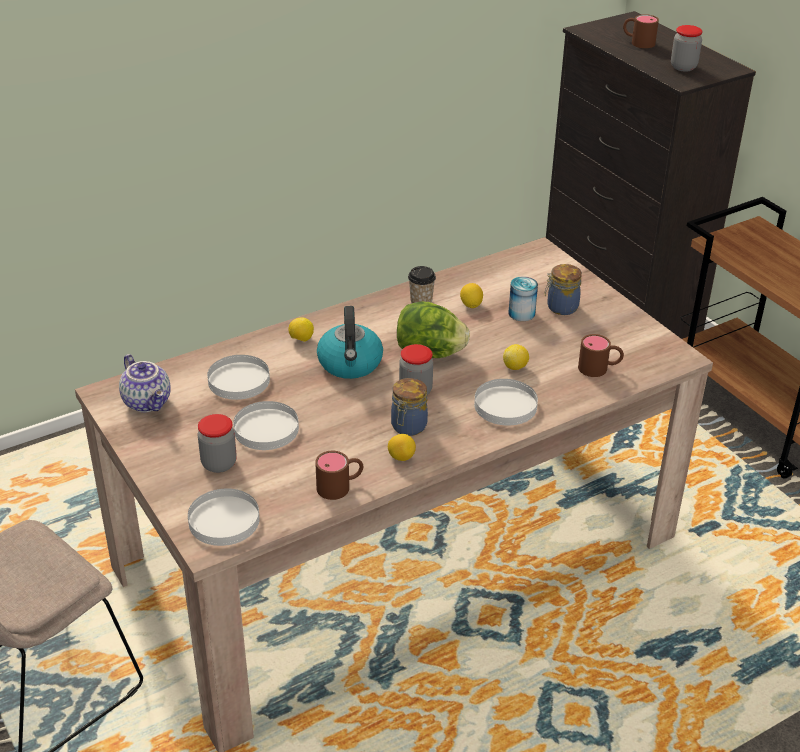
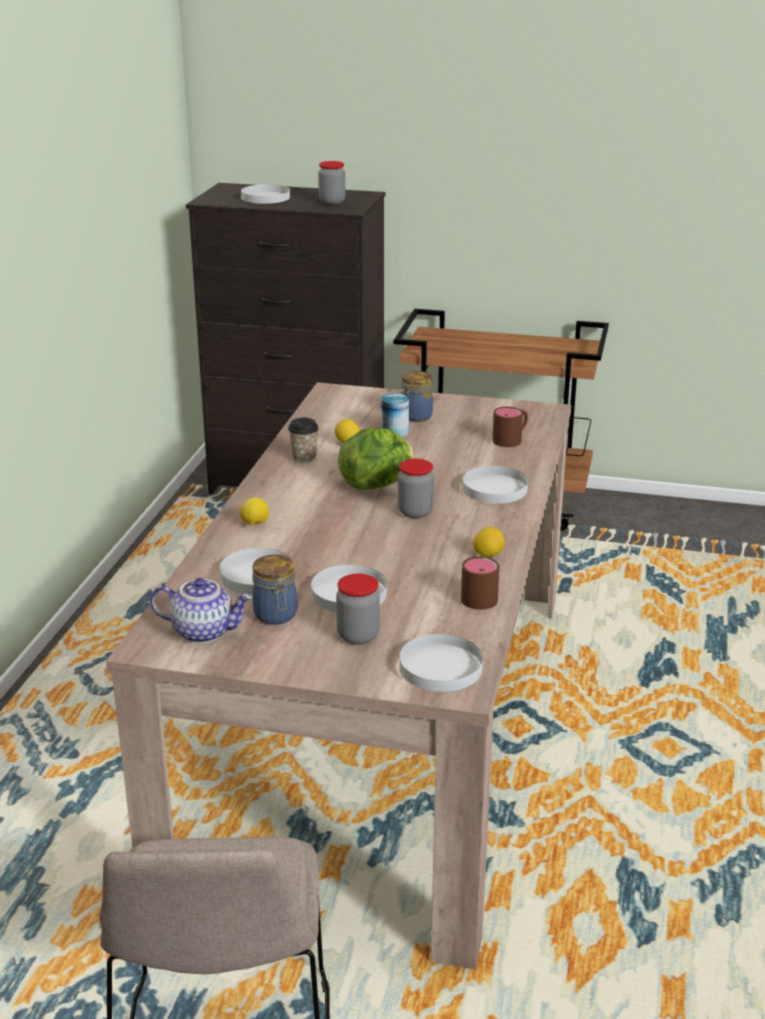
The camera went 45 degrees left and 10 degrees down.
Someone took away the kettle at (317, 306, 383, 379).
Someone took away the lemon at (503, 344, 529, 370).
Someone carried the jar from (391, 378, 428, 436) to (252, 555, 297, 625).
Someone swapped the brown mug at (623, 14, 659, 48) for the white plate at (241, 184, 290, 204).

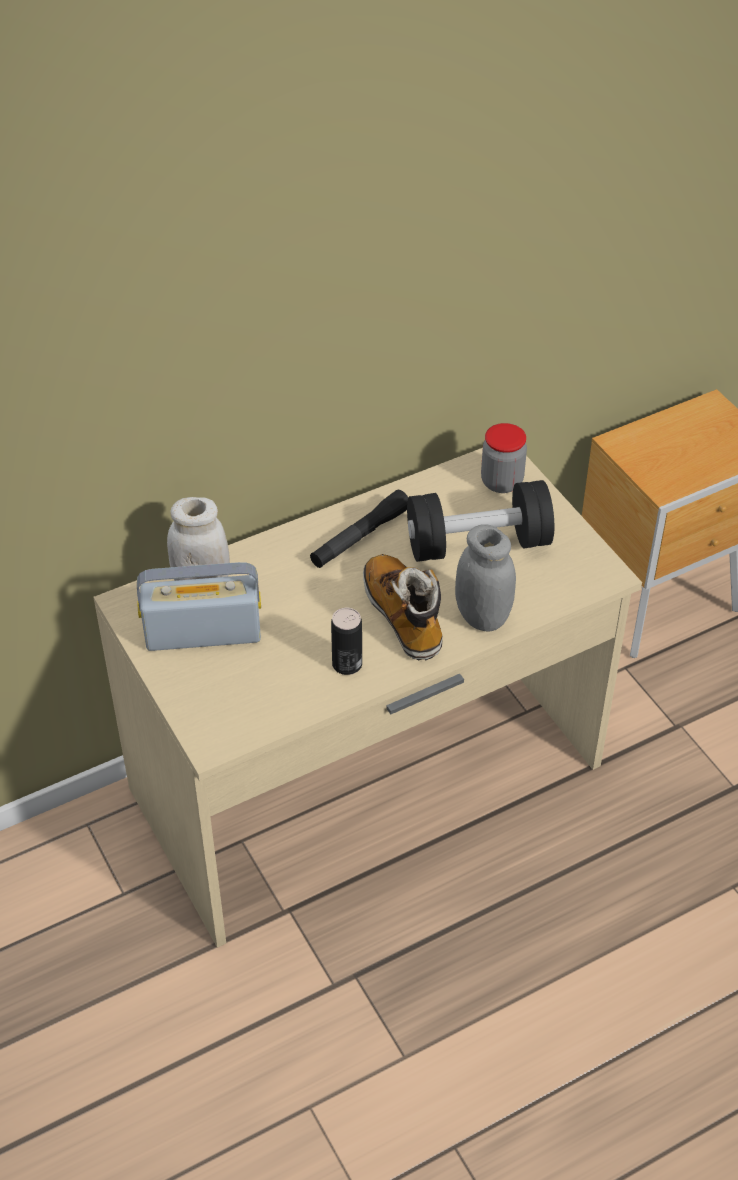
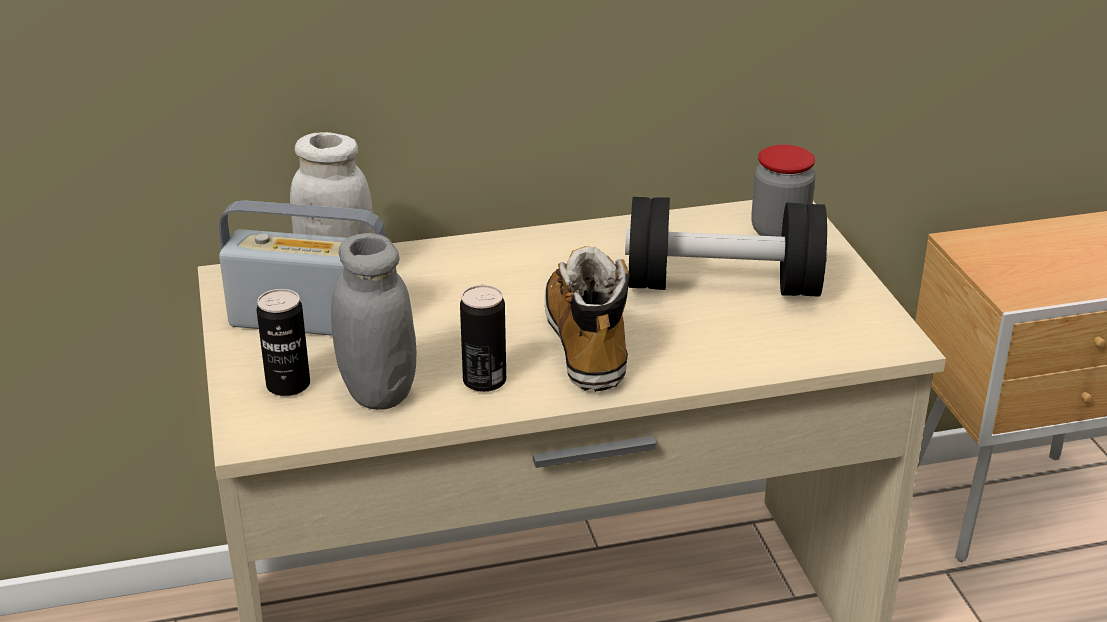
The camera went 15 degrees right and 15 degrees down.
Someone took away the black flashlight at (310, 490, 408, 568).
Someone put down the can at (257, 289, 310, 396).
Someone carried the grey jar from (455, 524, 516, 631) to (331, 233, 416, 410).

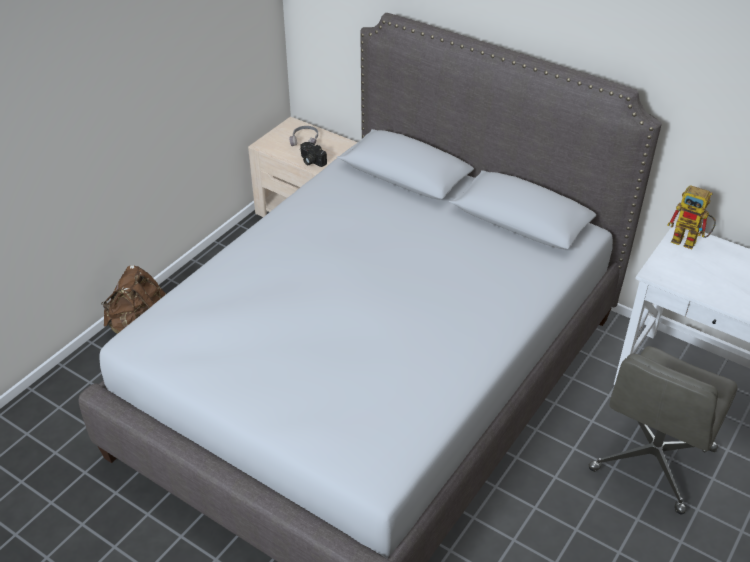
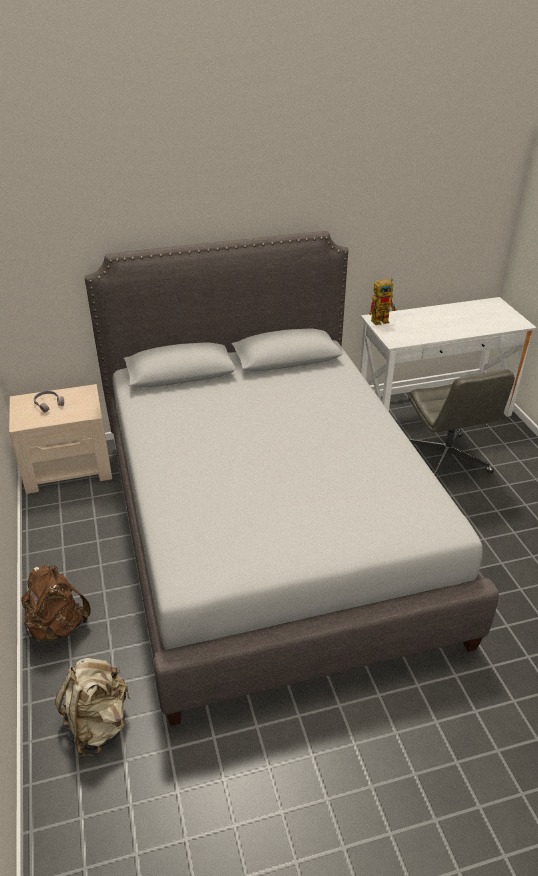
The camera went 50 degrees left and 5 degrees down.
Someone took away the photo camera at (300, 142, 327, 167).
Someone put down the beige backpack at (55, 658, 130, 756).

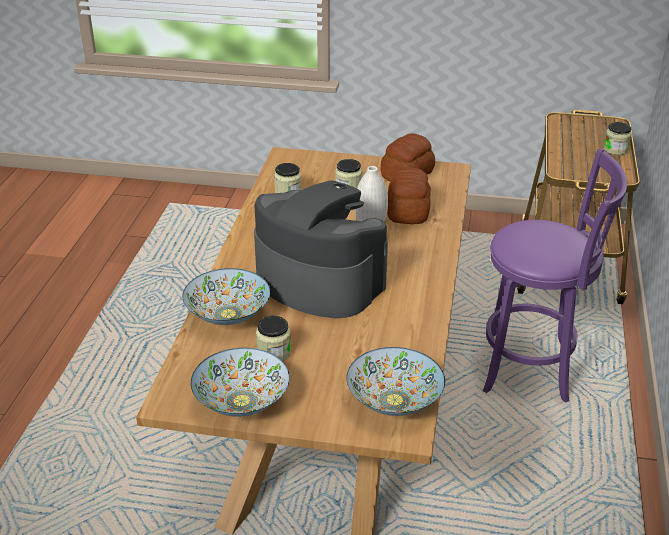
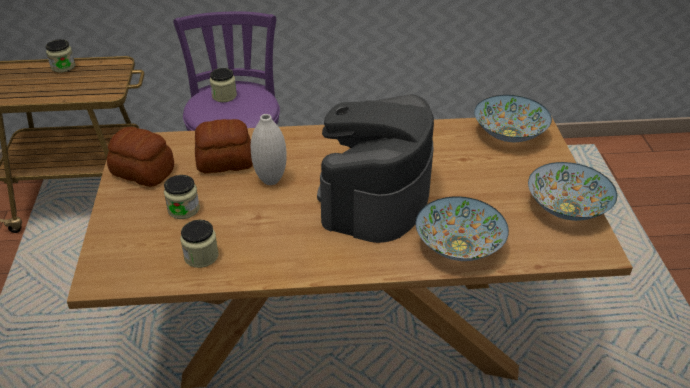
The camera went 105 degrees left and 5 degrees up.
Someone carried the jar from (256, 316, 291, 361) to (210, 68, 237, 102).

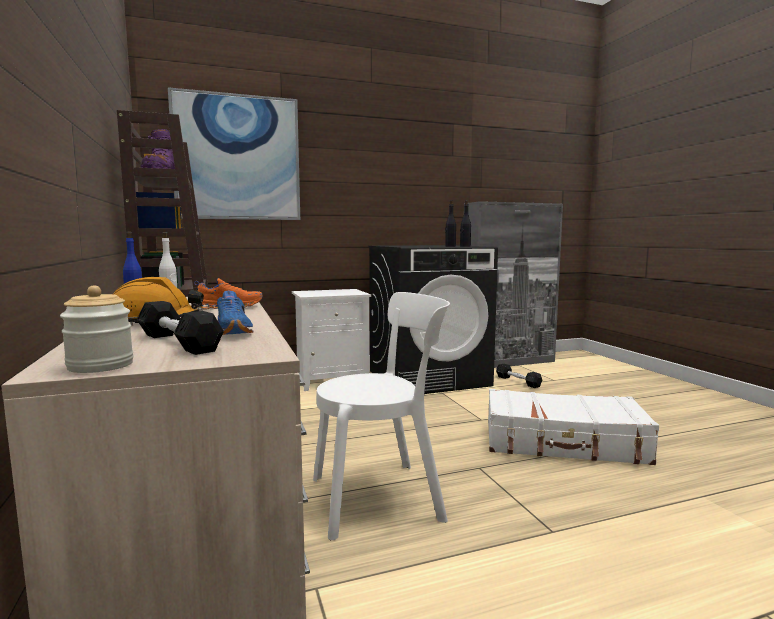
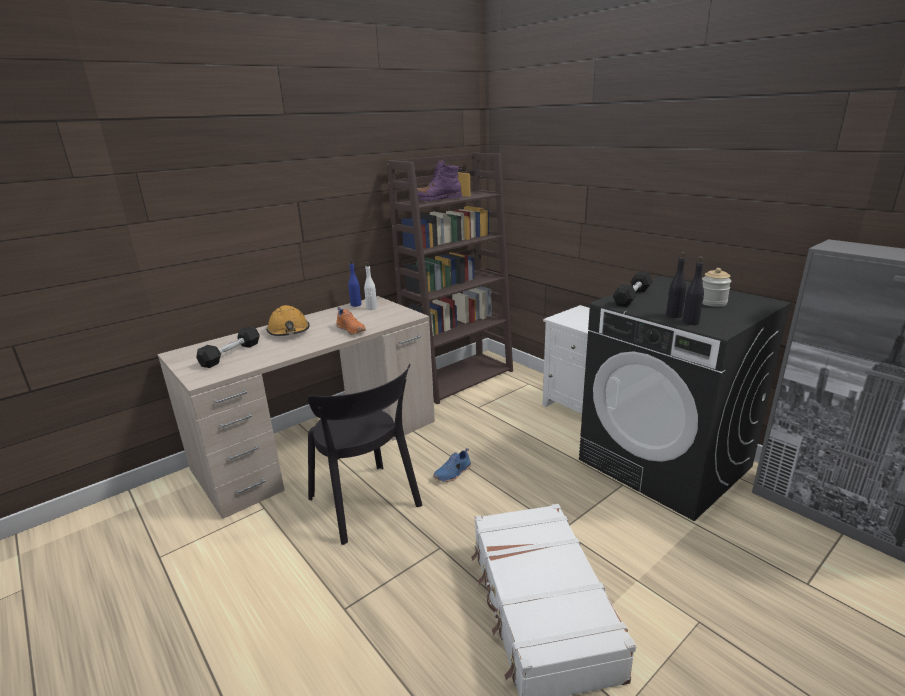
The camera went 70 degrees right and 15 degrees up.
Someone took away the picture at (168, 87, 300, 220).
Someone carried the jar from (60, 286, 134, 373) to (702, 268, 732, 307).
Someone carried the blue shoe from (217, 291, 254, 335) to (433, 448, 471, 482).
Someone carried the black dumbbell from (496, 364, 542, 388) to (613, 271, 653, 307).
Someone repainted the white chair at (313, 292, 450, 540), which became the black chair at (308, 364, 422, 545).

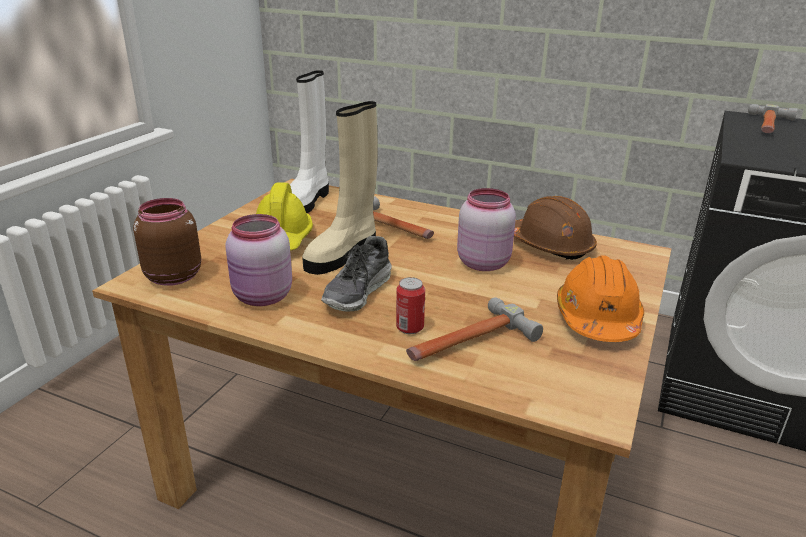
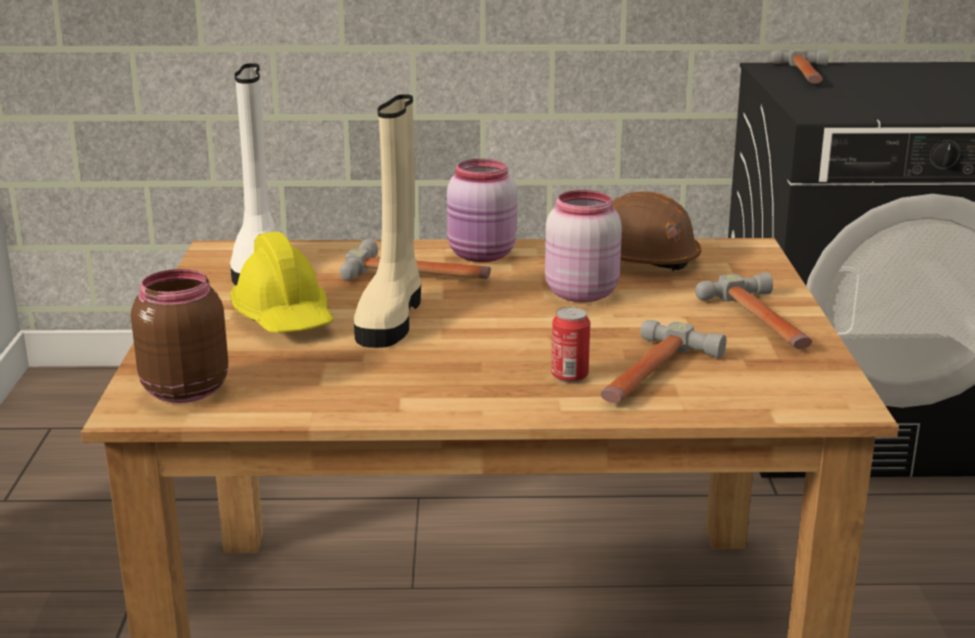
The camera went 25 degrees left and 5 degrees down.
Someone took away the shoe at (321, 236, 392, 311).
Someone carried the pink jar from (225, 214, 292, 306) to (447, 159, 517, 262).
Someone swapped the orange hard hat at (557, 255, 644, 342) for the hammer at (695, 272, 812, 349).

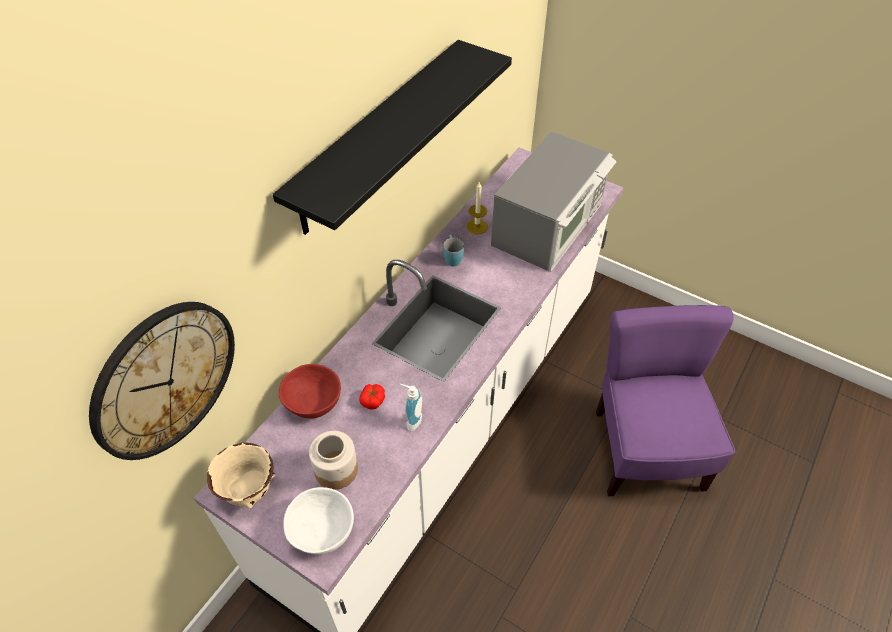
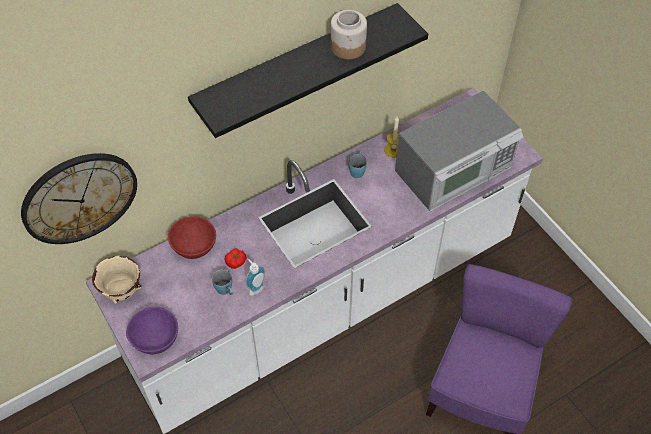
The camera went 25 degrees right and 5 degrees up.
Someone put down the blue mug at (212, 269, 233, 295).
Someone carried the jar from (309, 431, 358, 490) to (331, 10, 367, 59).
Someone repainted the white bowl at (283, 487, 354, 555), which became the purple bowl at (126, 307, 178, 354).

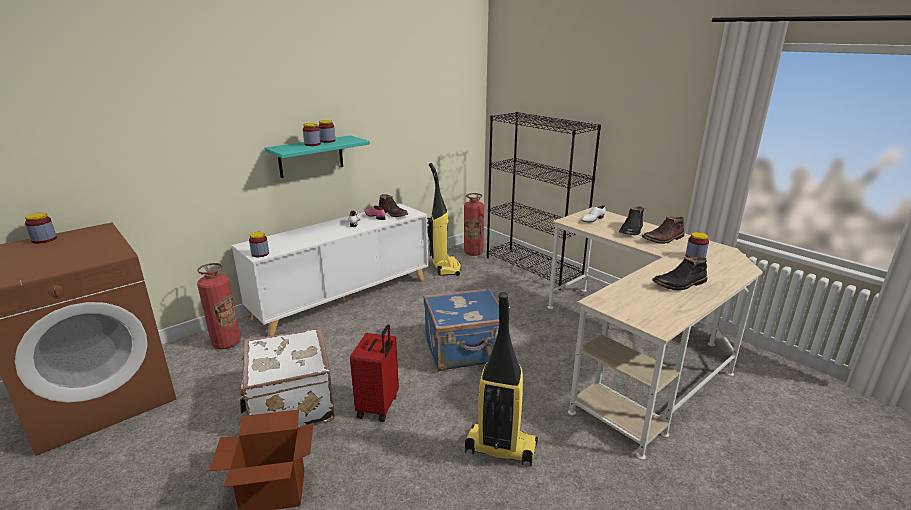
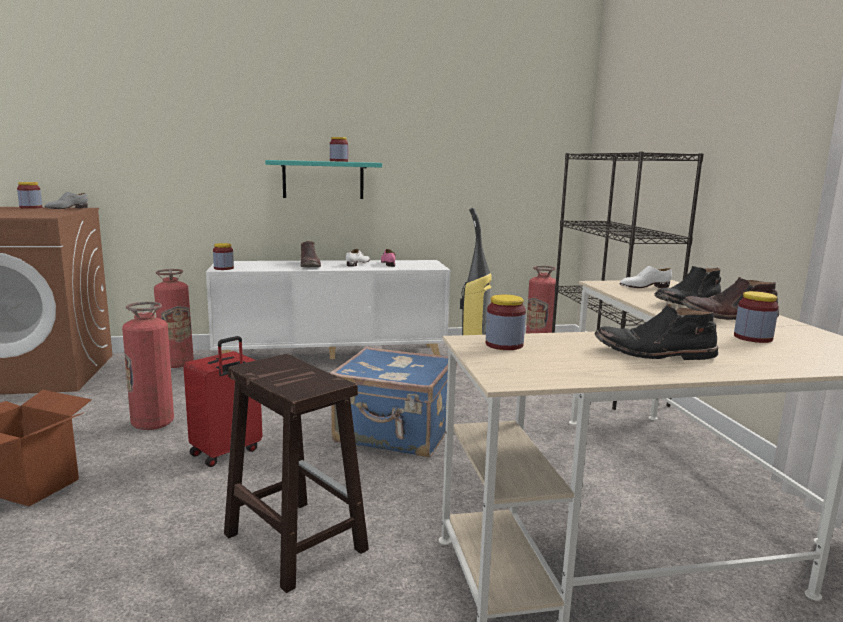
The camera went 30 degrees right and 10 degrees down.
Someone put down the grey shoe at (45, 192, 88, 209).
Someone carried the jar from (303, 123, 321, 146) to (486, 295, 526, 350).
Someone carried the brown boot from (378, 194, 408, 217) to (300, 241, 321, 267).
Someone swapped the white suitcase at (240, 327, 335, 429) for the fire extinguisher at (122, 302, 174, 430).
Someone swapped the vacuum cleaner at (465, 292, 538, 467) for the brown stool at (224, 354, 369, 593).

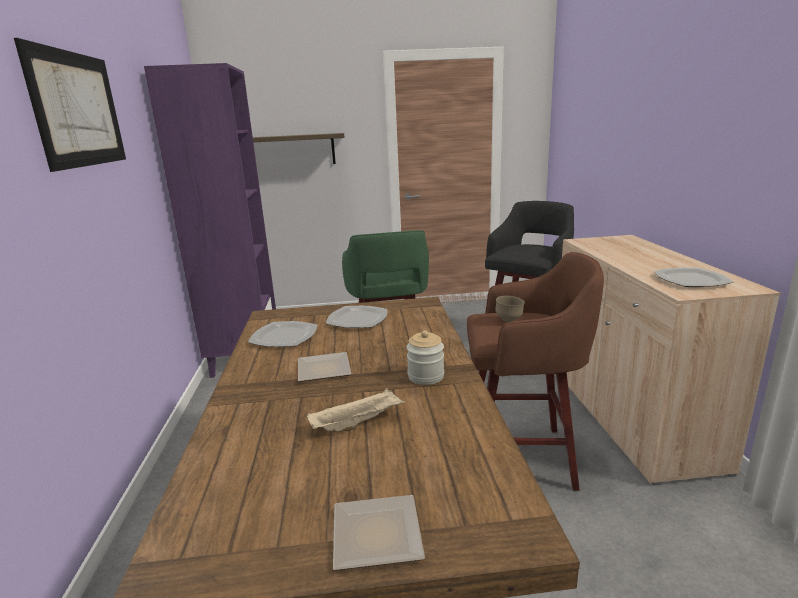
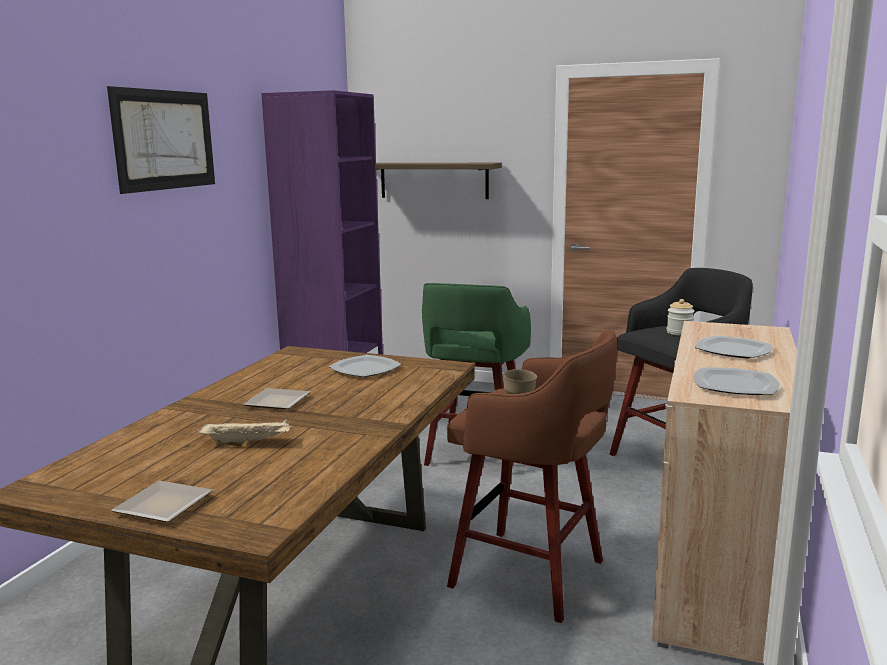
The camera went 25 degrees right and 5 degrees down.
Someone carried the plate from (248, 321, 317, 347) to (695, 335, 773, 358).
Someone carried the jar from (406, 330, 444, 385) to (667, 299, 694, 336).

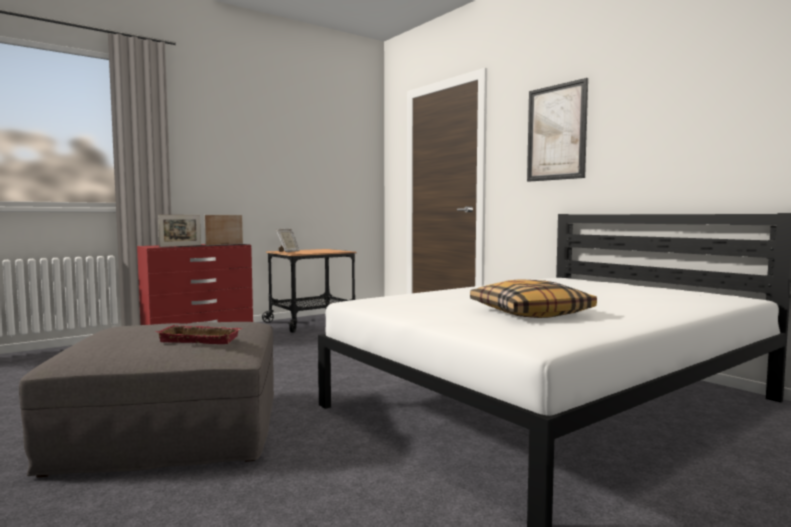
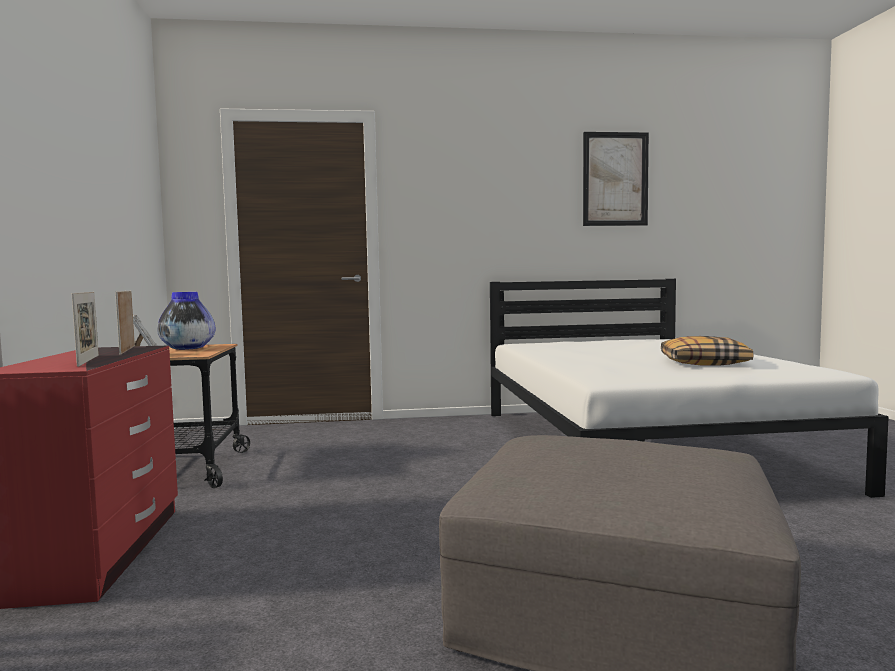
The camera went 60 degrees left and 0 degrees up.
Someone took away the red tray at (155, 325, 242, 344).
Someone put down the vase at (157, 292, 216, 350).
Someone carried the picture from (527, 78, 588, 182) to (583, 132, 649, 226).

